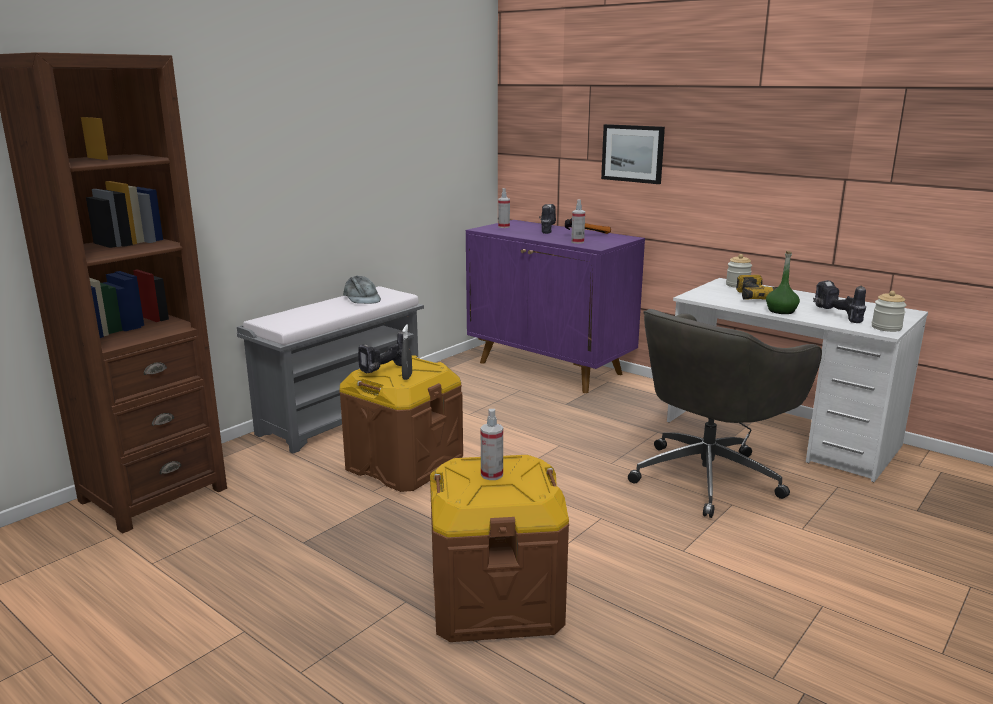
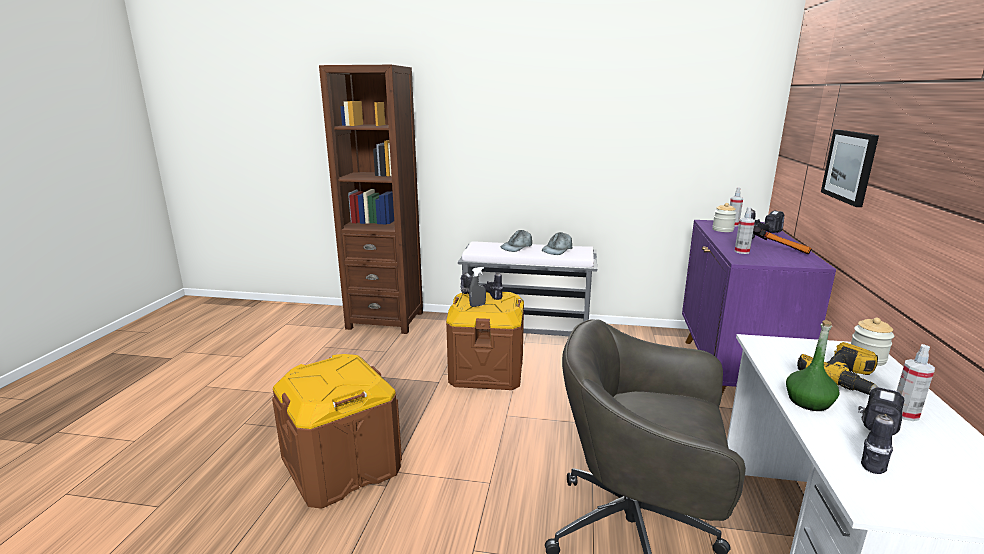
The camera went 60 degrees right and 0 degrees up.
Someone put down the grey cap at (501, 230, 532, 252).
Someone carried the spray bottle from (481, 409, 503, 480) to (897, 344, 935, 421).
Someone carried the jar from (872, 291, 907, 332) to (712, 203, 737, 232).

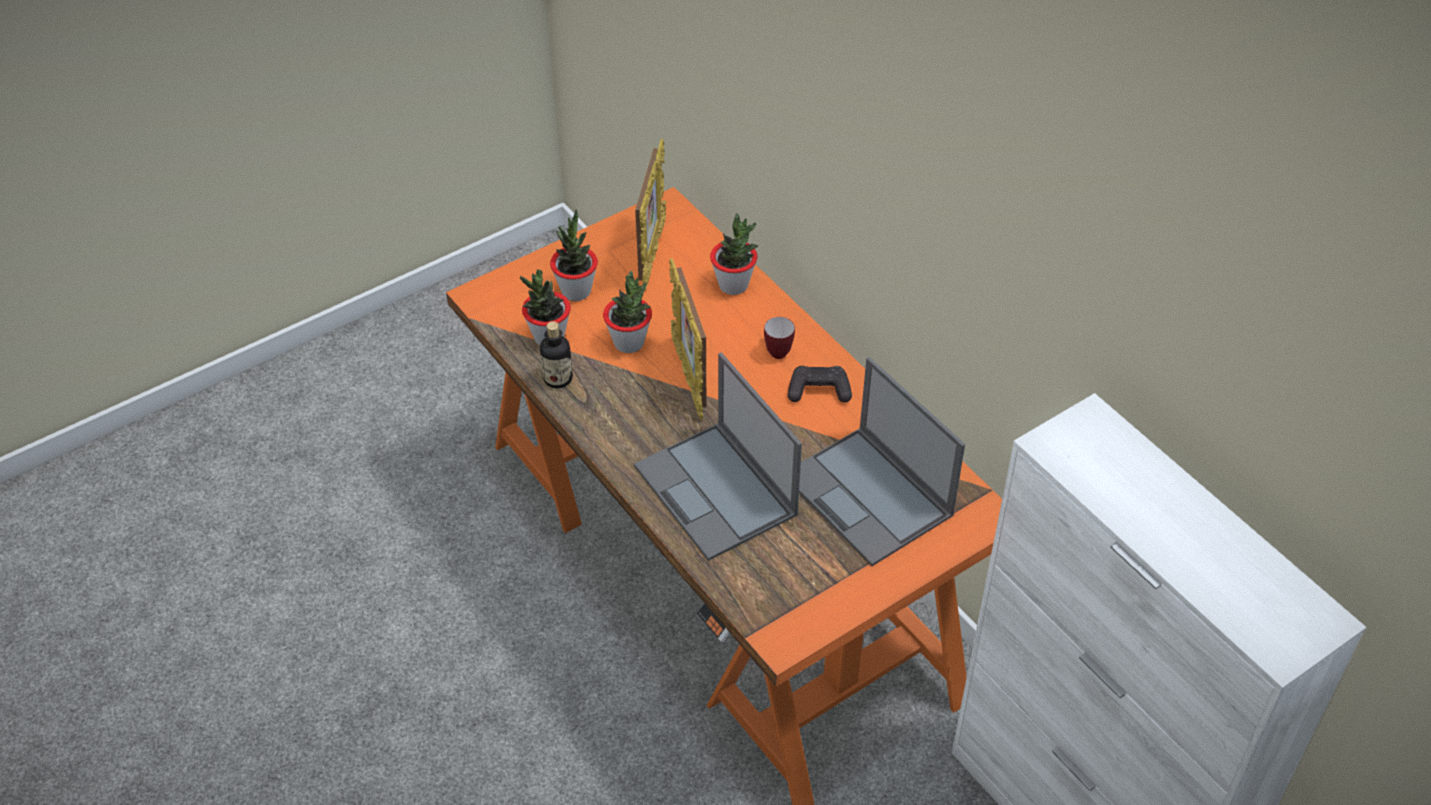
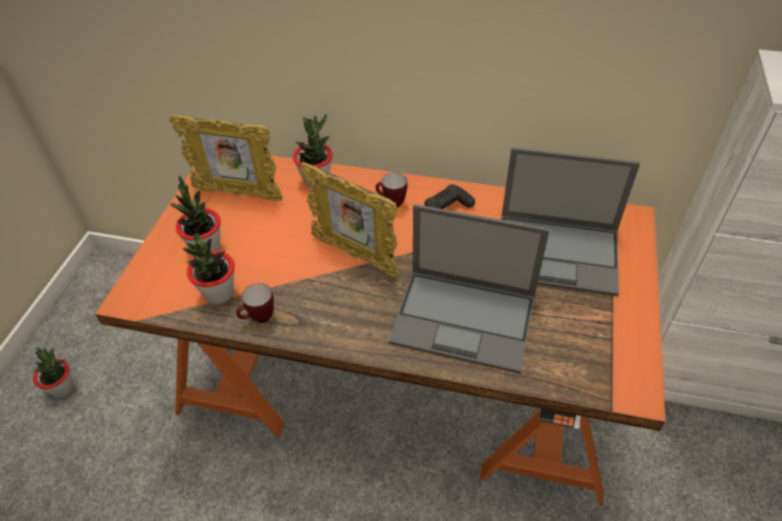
The camera went 40 degrees left and 0 degrees up.
Someone carried the potted plant from (603, 271, 652, 353) to (33, 347, 74, 398).
Someone swapped the bottle at (540, 321, 573, 389) for the mug at (236, 283, 274, 323).
Someone rotated the picture frame at (635, 139, 666, 291) by 135 degrees clockwise.

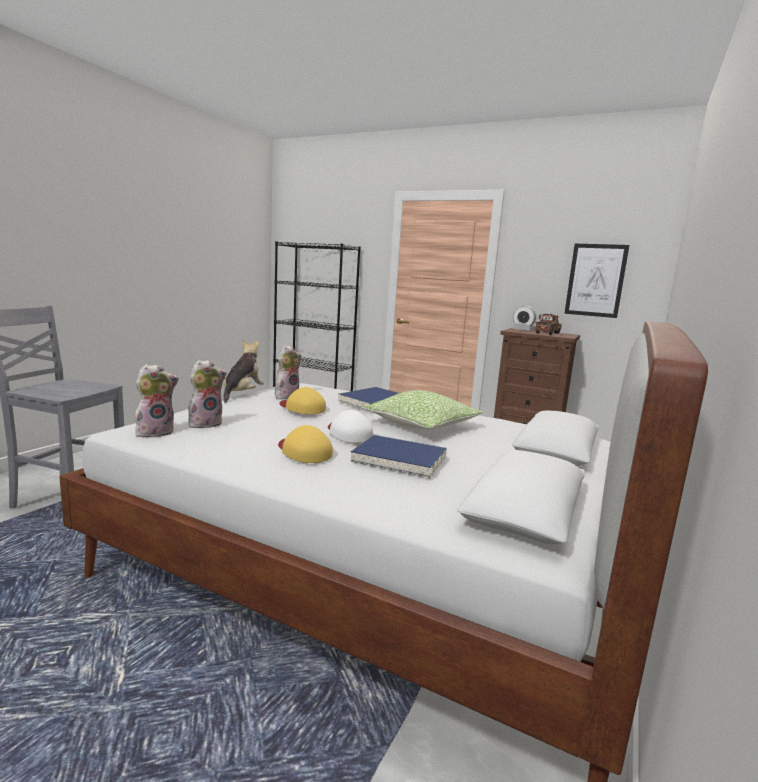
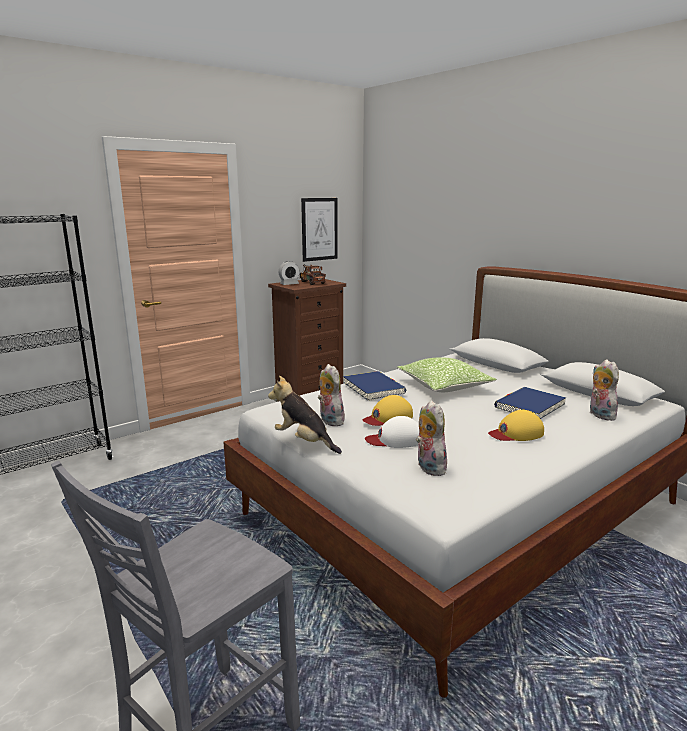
The camera went 65 degrees left and 5 degrees up.
Someone carried the plush toy from (135, 364, 179, 438) to (590, 359, 620, 421).
Someone carried the white cap from (328, 410, 373, 443) to (365, 416, 419, 448).

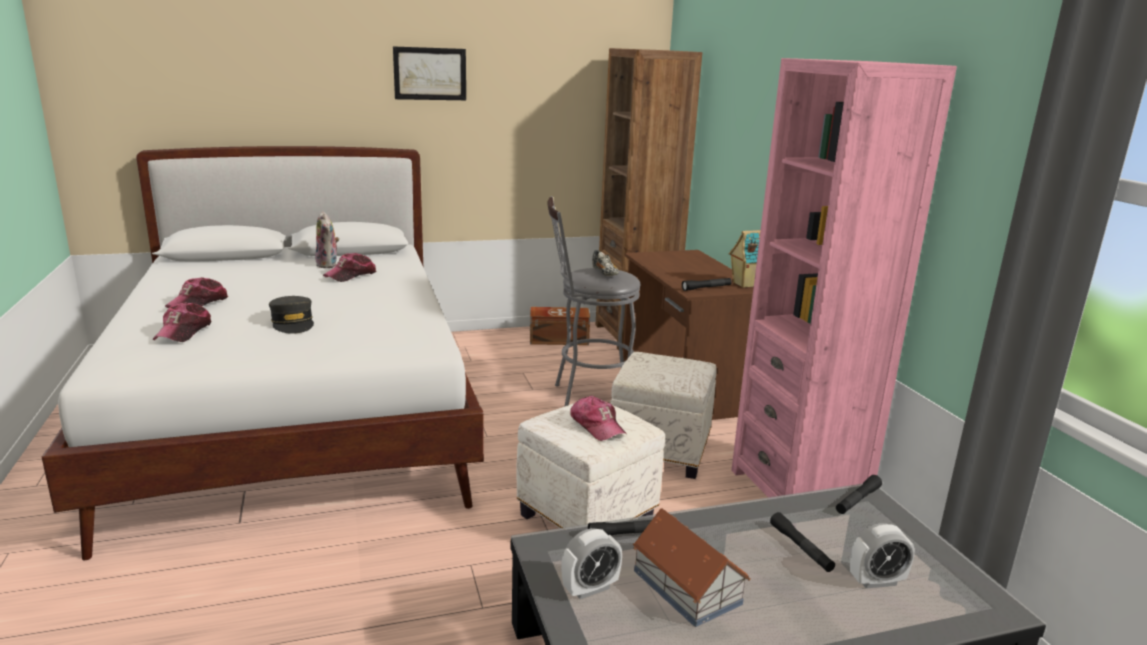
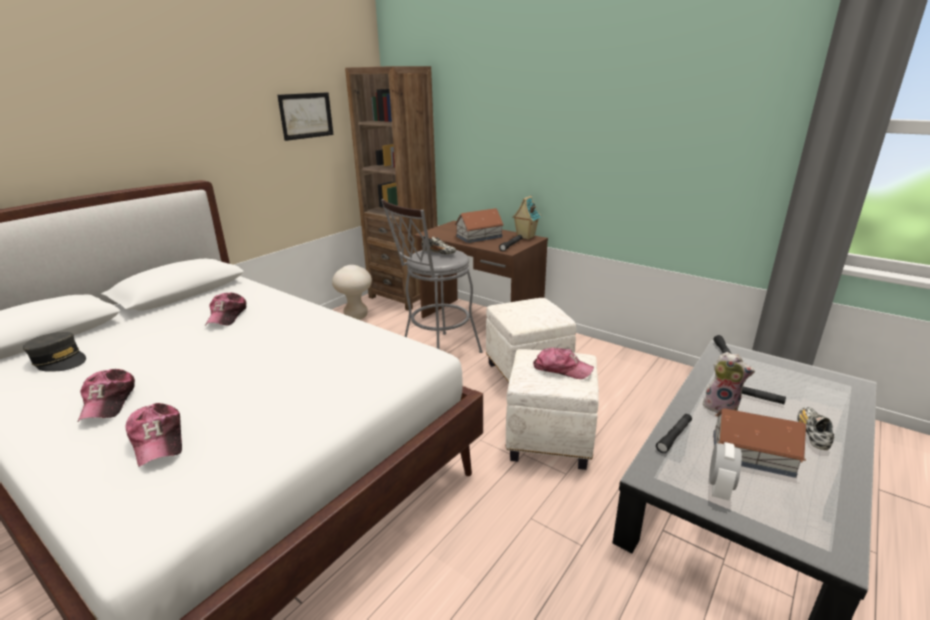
The camera went 35 degrees left and 5 degrees up.
Someone took away the pink bookcase at (731, 58, 957, 497).
Someone took away the alarm clock at (850, 523, 915, 589).
Someone put down the toy house at (454, 208, 504, 243).
Someone put down the shoe at (797, 407, 834, 450).
Someone carried the grey cap from (269, 296, 314, 334) to (23, 332, 86, 372).
Someone carried the plush toy from (315, 211, 339, 268) to (703, 352, 755, 413).
Someone carried the picture from (393, 46, 466, 100) to (277, 92, 333, 141).
Someone swapped the brown storage box at (530, 307, 590, 345) for the beige stool at (332, 265, 372, 320).

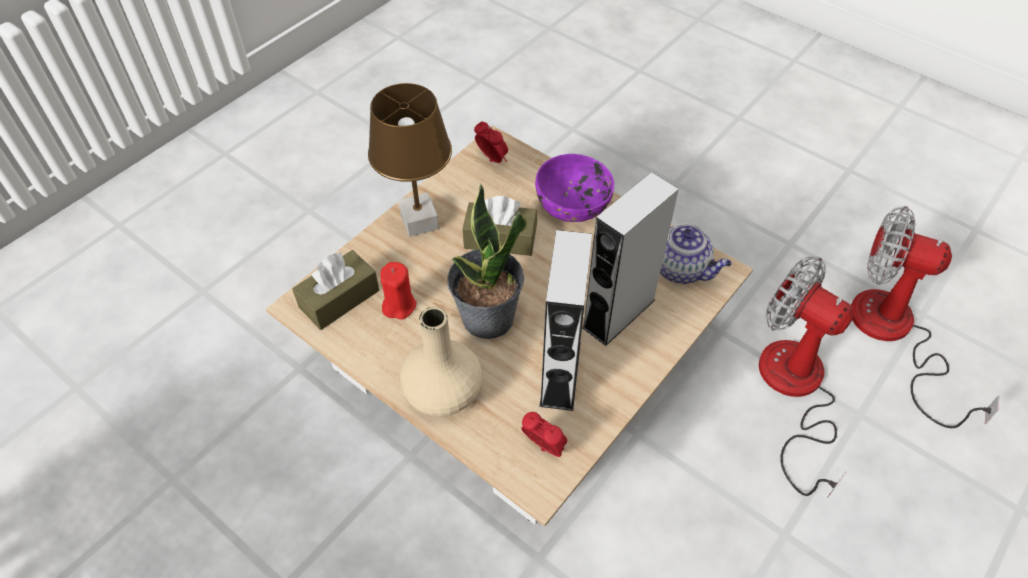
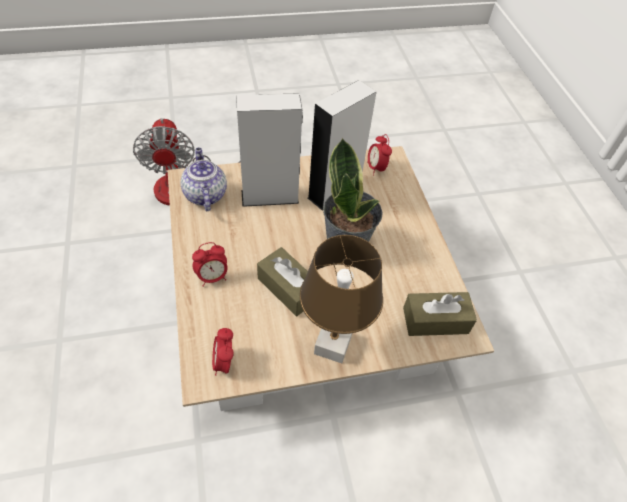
The camera went 145 degrees left and 0 degrees up.
Someone took away the red candle at (380, 262, 417, 320).
Someone took away the beige vase at (400, 307, 482, 416).
Someone took away the fan at (851, 206, 999, 428).
Someone swapped the purple bowl at (535, 154, 614, 222) for the alarm clock at (192, 242, 228, 287).

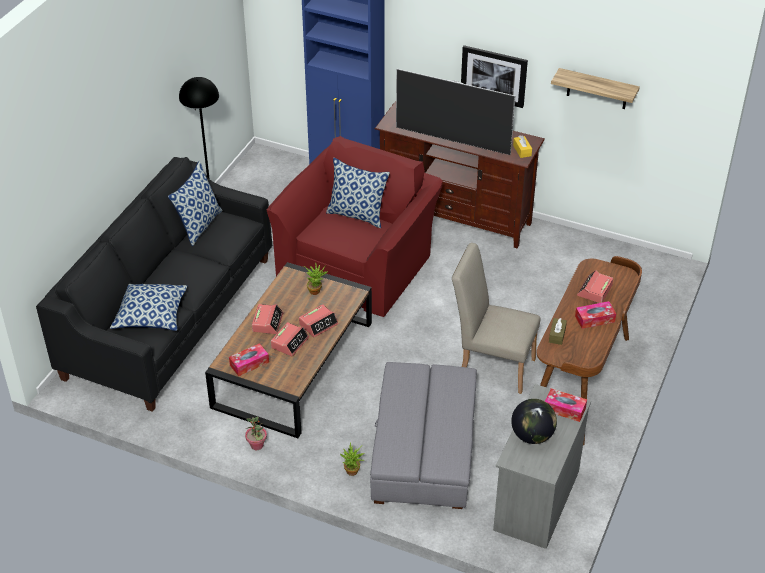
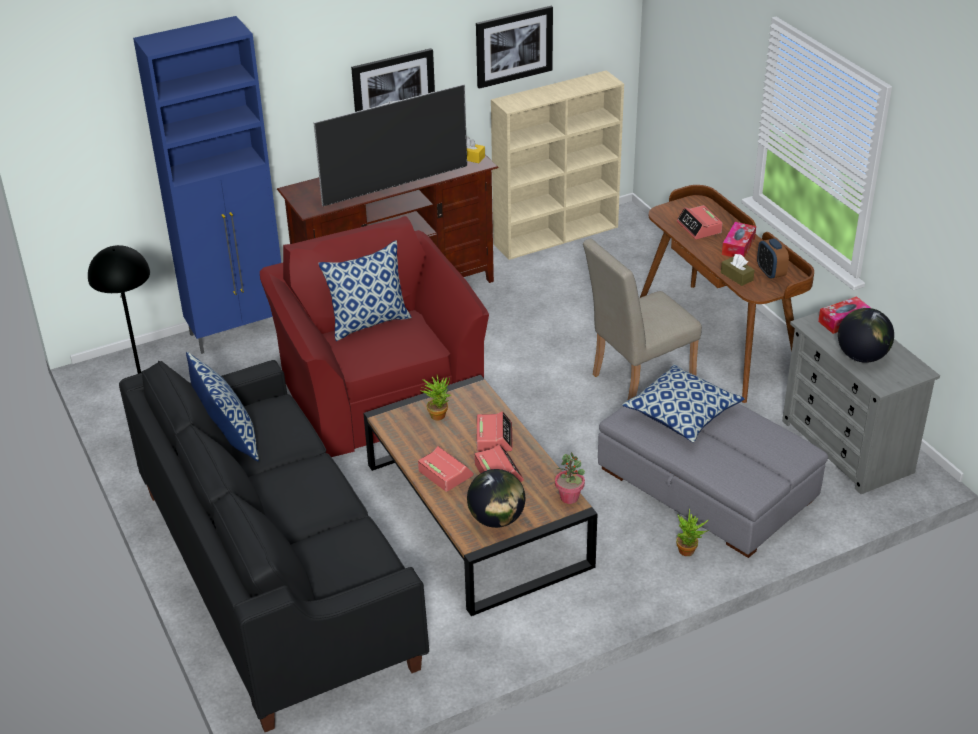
The camera went 50 degrees left and 5 degrees down.
Someone put down the beige bookcase at (491, 70, 624, 260).
Someone put down the alarm clock at (757, 238, 789, 279).
Someone carried the pillow from (110, 284, 187, 331) to (622, 364, 745, 443).
Someone carried the potted plant from (245, 417, 267, 450) to (555, 452, 585, 504).
Someone swapped the tissue box at (229, 343, 269, 376) for the globe at (467, 469, 525, 528).
Someone swapped the shelf at (551, 68, 640, 109) for the picture at (476, 6, 553, 89).

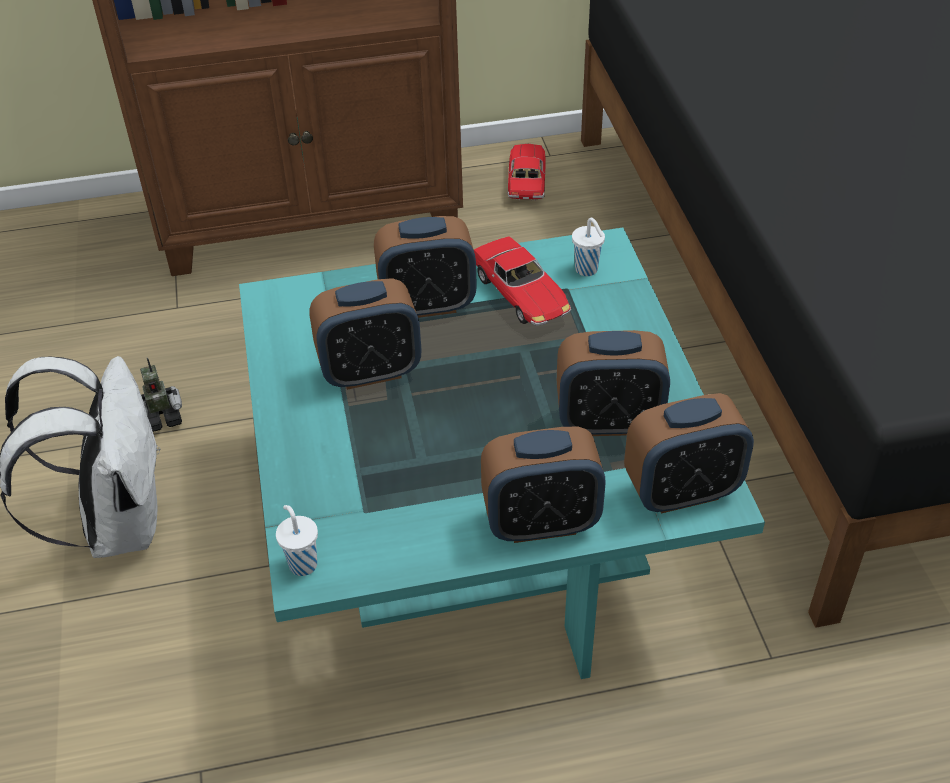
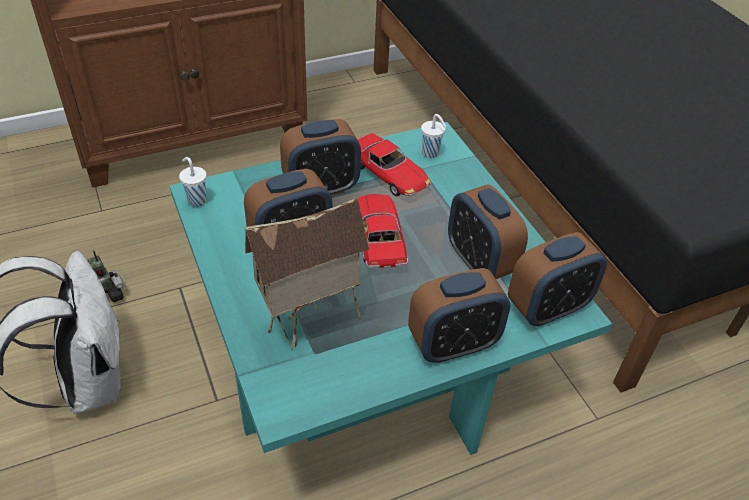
The camera went 15 degrees left and 0 degrees up.
Someone put down the toy house at (244, 197, 370, 350).
Someone carried the white cup from (276, 505, 318, 576) to (179, 157, 207, 207).
Someone carried the toy car from (508, 144, 545, 200) to (357, 194, 408, 269).
Someone rotated the alarm clock at (557, 330, 670, 436) by 75 degrees clockwise.

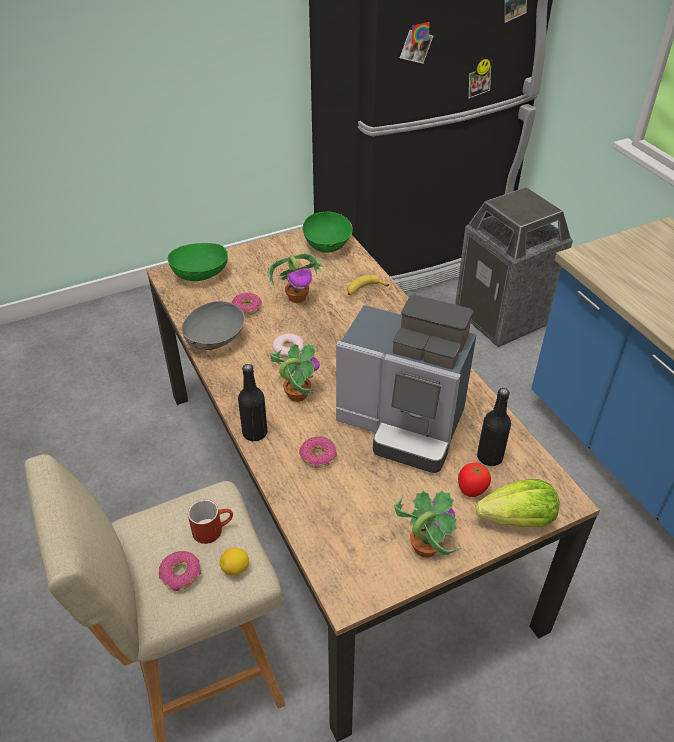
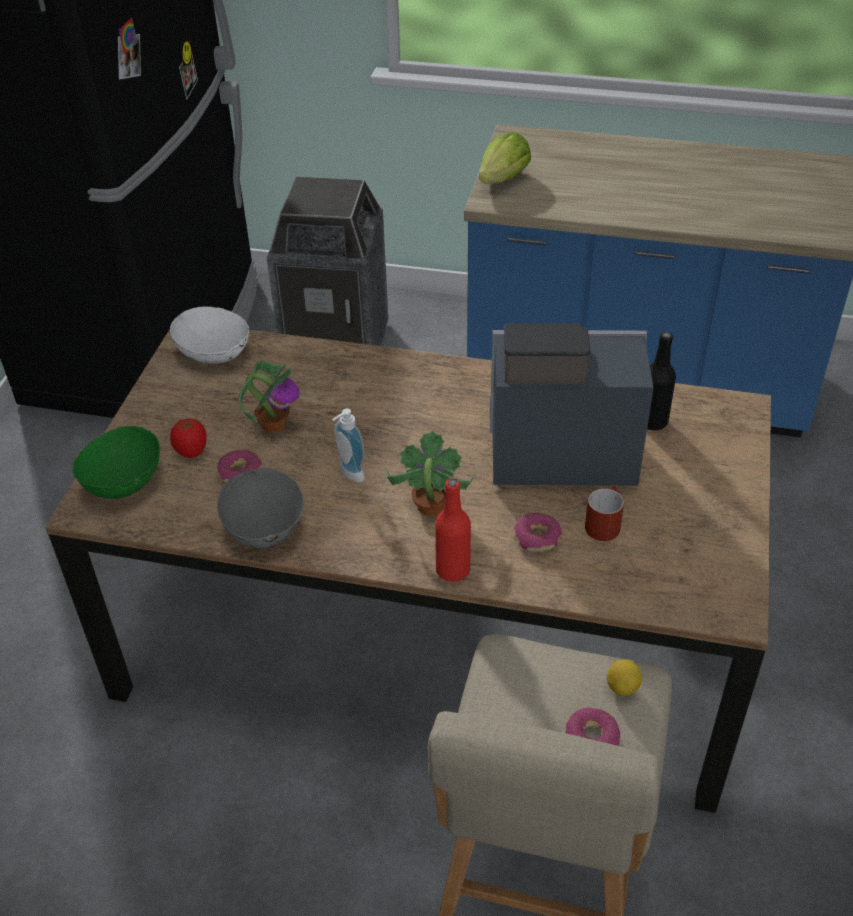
The camera went 50 degrees left and 0 degrees up.
Someone took away the banana at (347, 275, 389, 295).
Someone took away the potted plant at (394, 490, 461, 558).
Someone carried the red mug from (188, 500, 233, 544) to (585, 486, 624, 541).
Someone carried the tomato from (458, 463, 491, 497) to (170, 419, 207, 458).
Someone carried the lettuce from (476, 479, 560, 527) to (479, 132, 531, 184).
Someone swapped the donut at (272, 333, 304, 357) for the soap dispenser at (332, 409, 365, 482).
Someone repainted the black bottle at (238, 364, 268, 441), which became the red bottle at (435, 478, 471, 582).
Someone repainted the green bowl at (303, 212, 353, 253), which became the white bowl at (170, 307, 249, 363).
Someone rotated the coffee machine at (336, 294, 477, 473) by 150 degrees counterclockwise.

